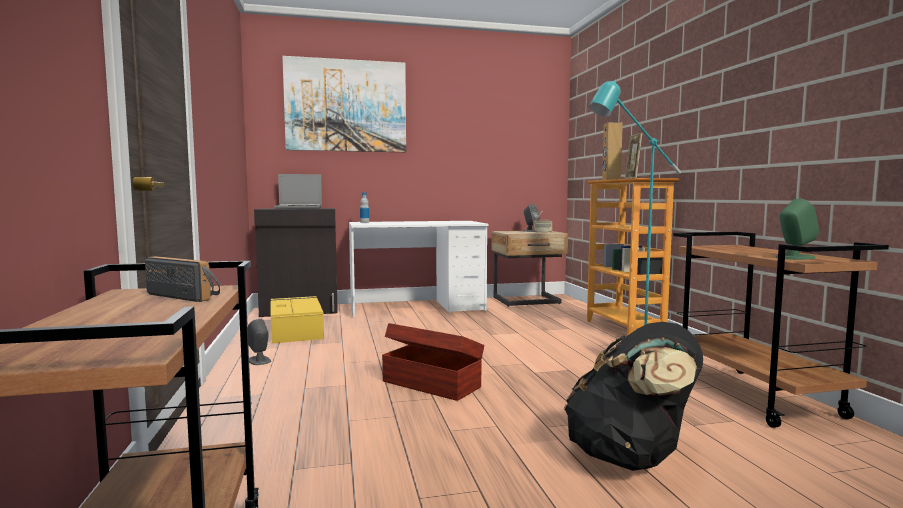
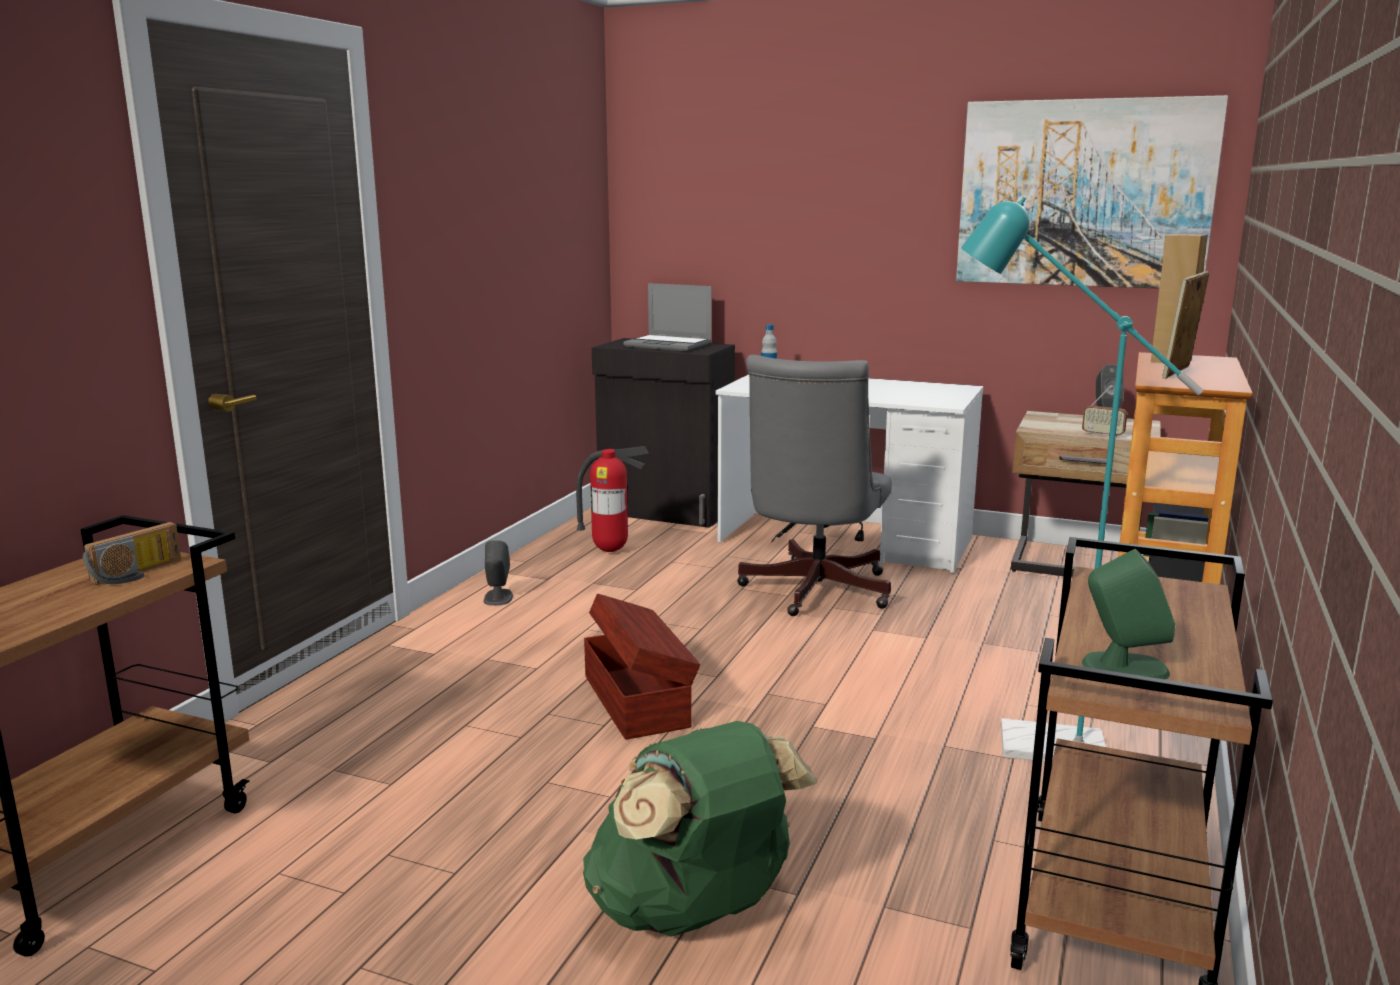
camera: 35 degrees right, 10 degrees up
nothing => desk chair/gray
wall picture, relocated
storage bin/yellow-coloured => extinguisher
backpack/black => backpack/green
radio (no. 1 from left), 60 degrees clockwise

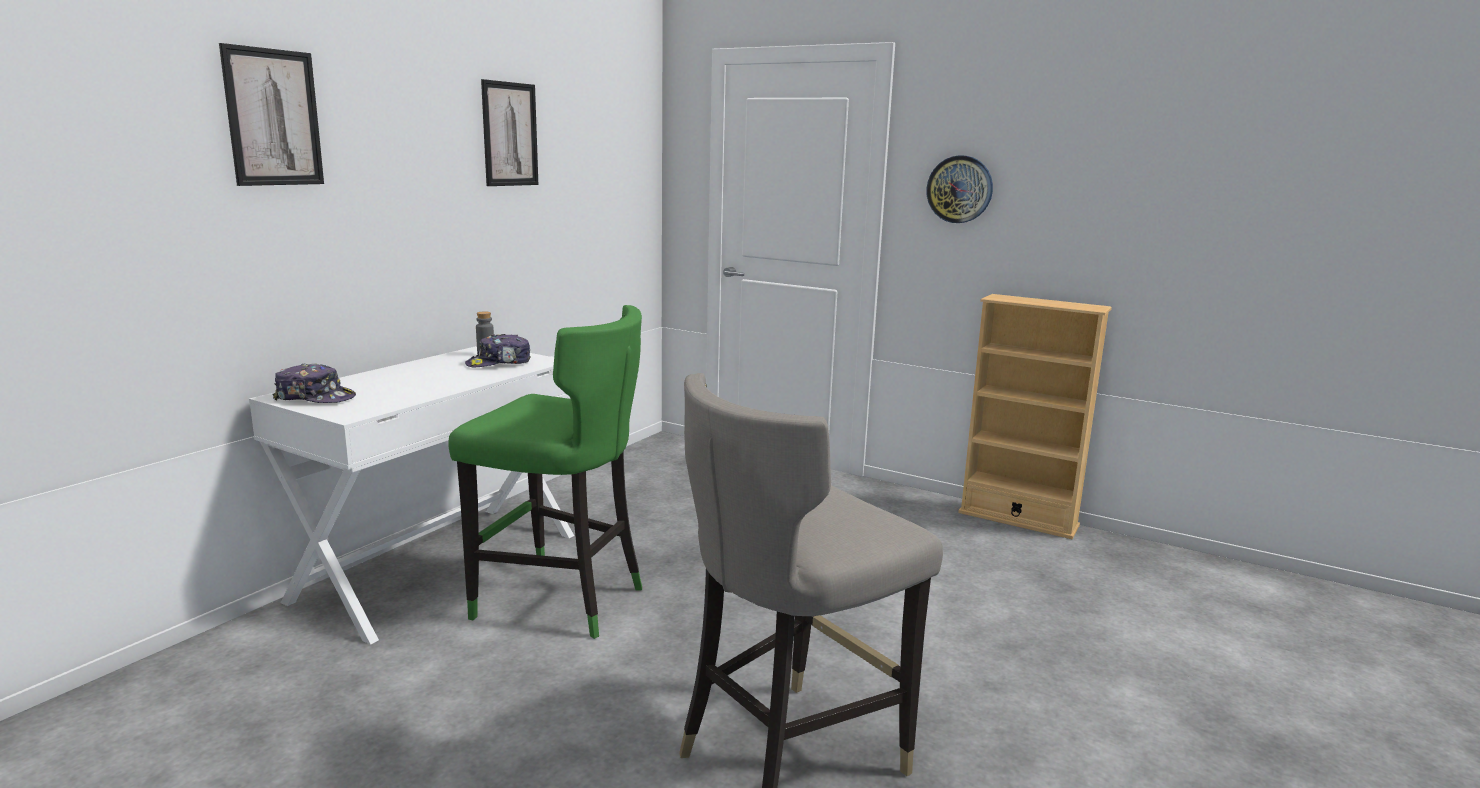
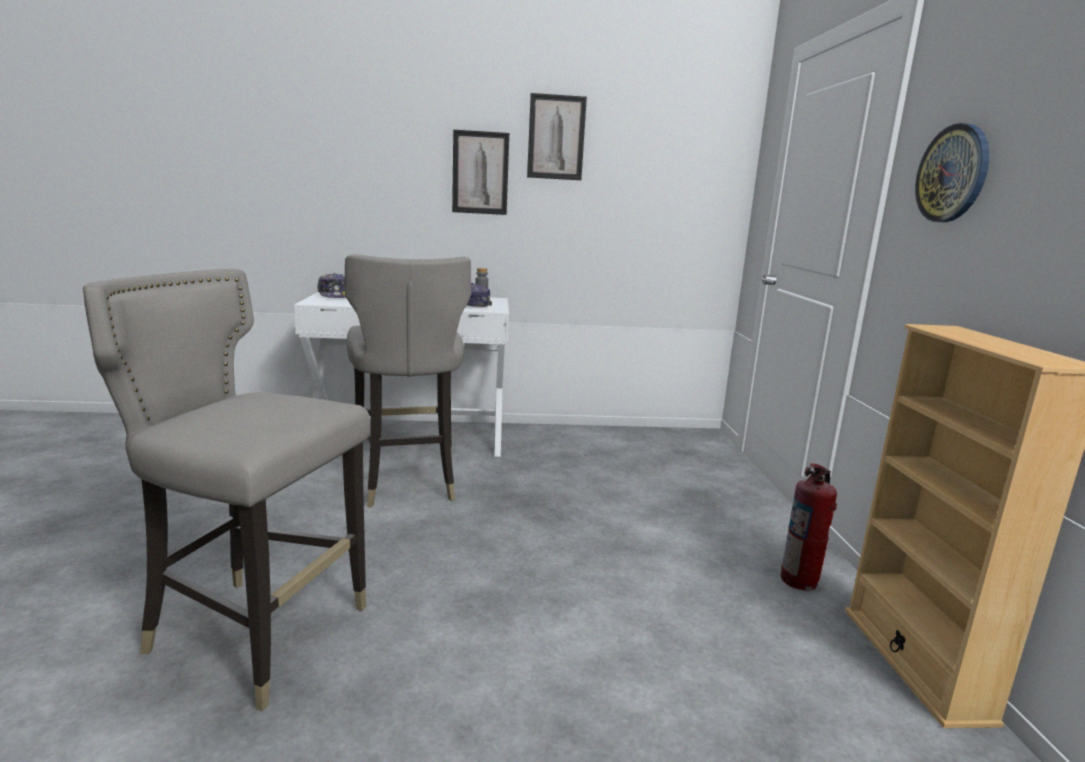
camera: 55 degrees right, 0 degrees up
nothing => extinguisher
wall picture (no. 1 from left), relocated
stool seat/green => stool seat/gray (no. 2 from left)

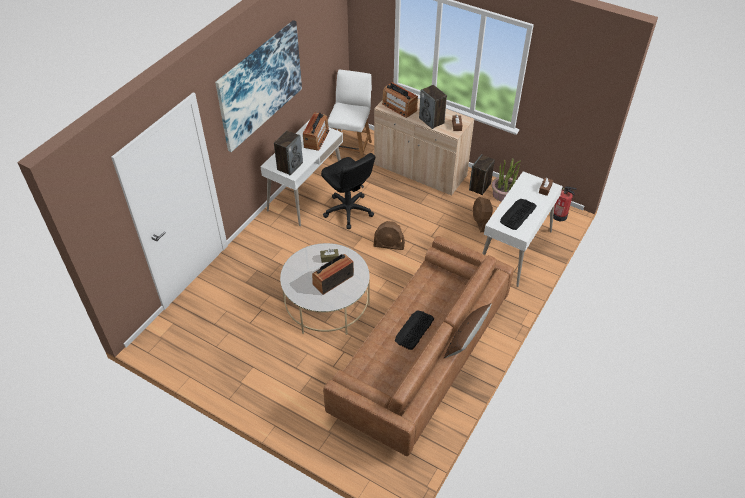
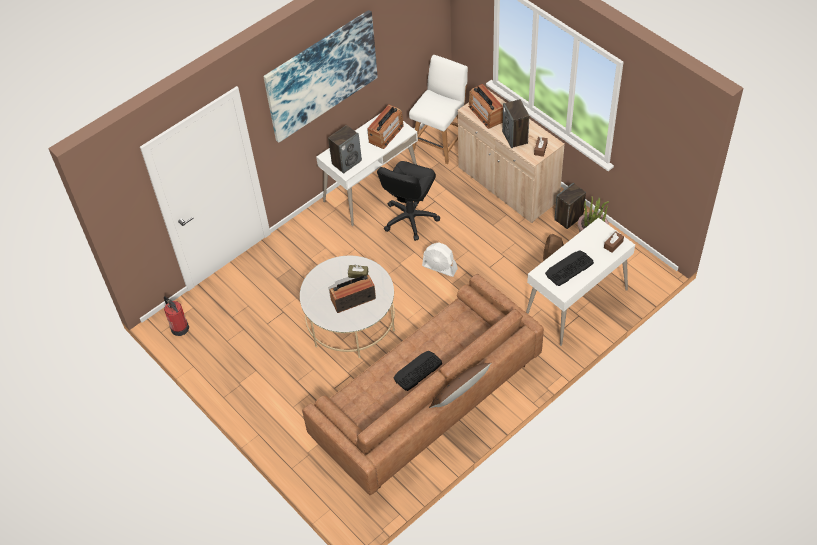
camera: 20 degrees right, 5 degrees up
extinguisher, relocated
electric fan/brown (no. 1 from left) => electric fan/whitish
desk chair/black, 45 degrees clockwise

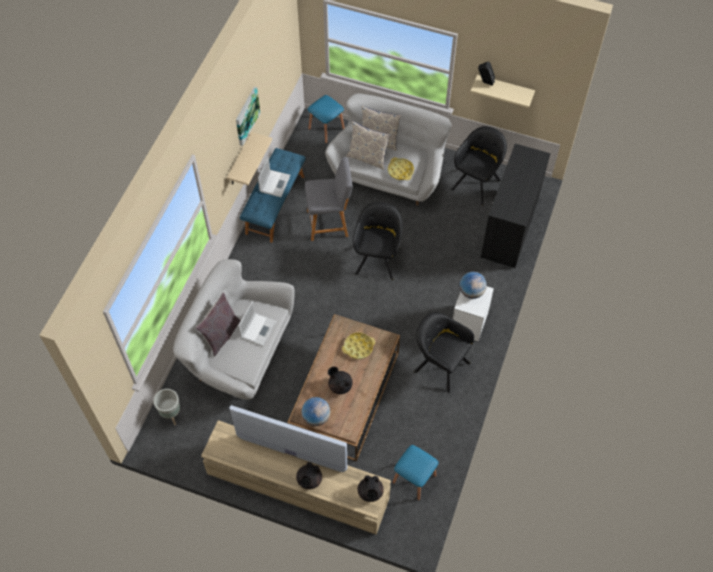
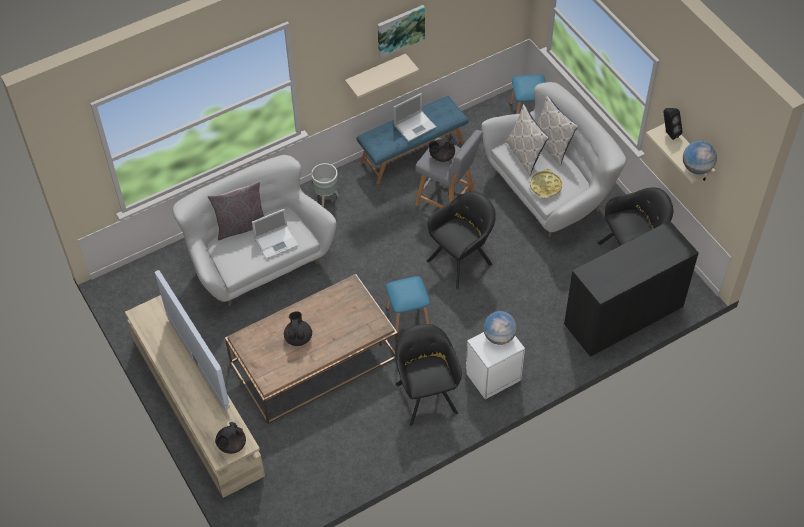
camera: 40 degrees right, 5 degrees down
tray/yellow-coloured (no. 1 from left) => nothing
flower pot/gray, relocated
teapot/black (no. 1 from left in the first image) => teapot/black (no. 3 from left), relocated
world globe (no. 1 from left in the first image) => world globe (no. 2 from left), relocated
stool seat/blue-coloured (no. 2 from left in the first image) => stool seat/blue-coloured (no. 1 from left), relocated

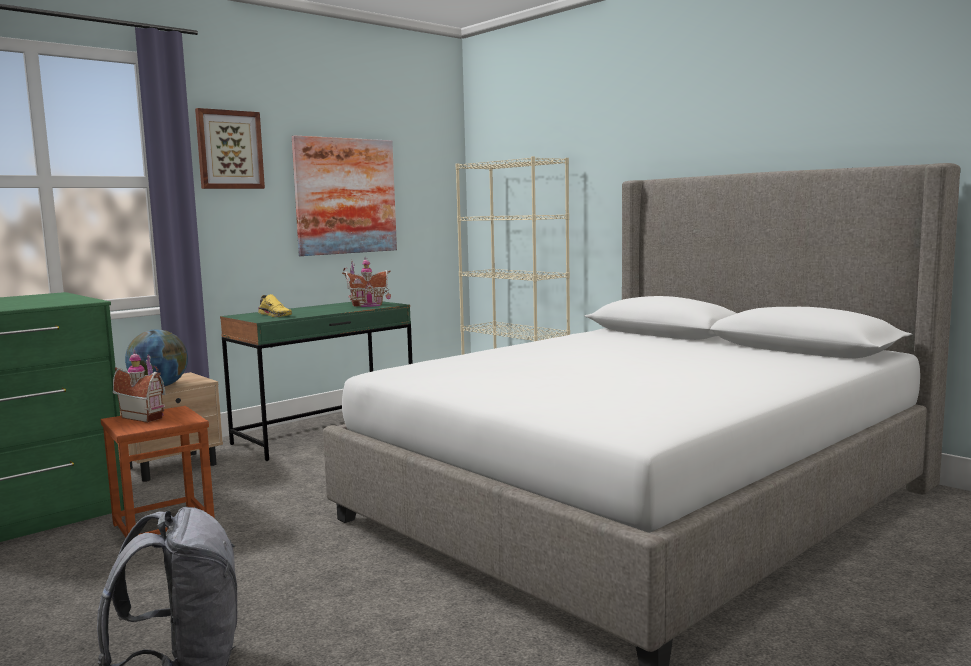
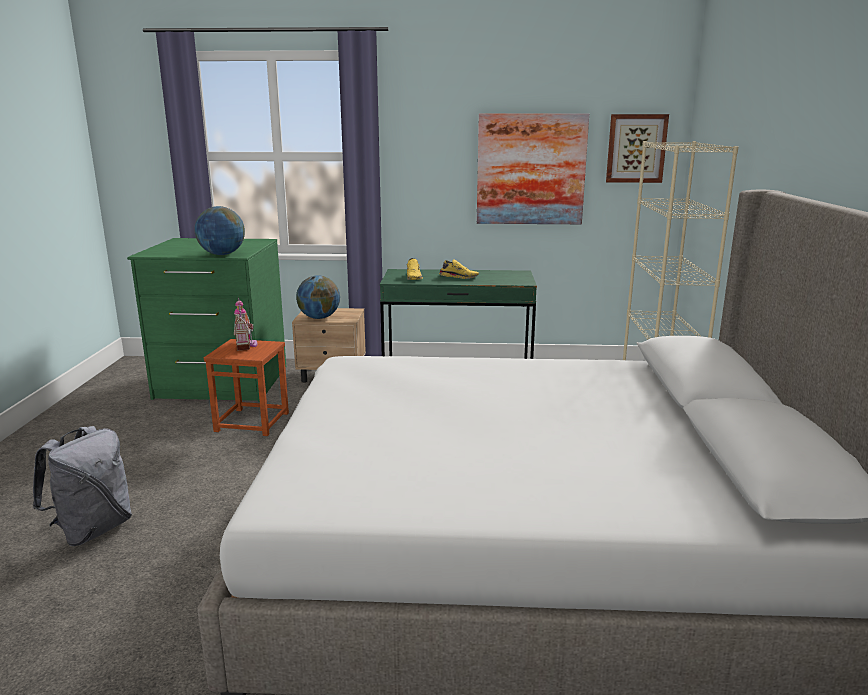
camera: 45 degrees right, 10 degrees up
toy house (no. 2 from left) => nothing
nothing => world globe (no. 1 from left)
nothing => item of footwear/yellow-coloured (no. 2 from left)
wall picture (no. 1 from left in the first image) => wall picture (no. 2 from left), relocated

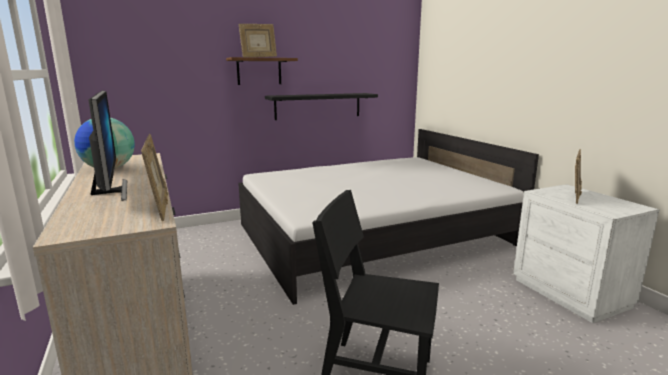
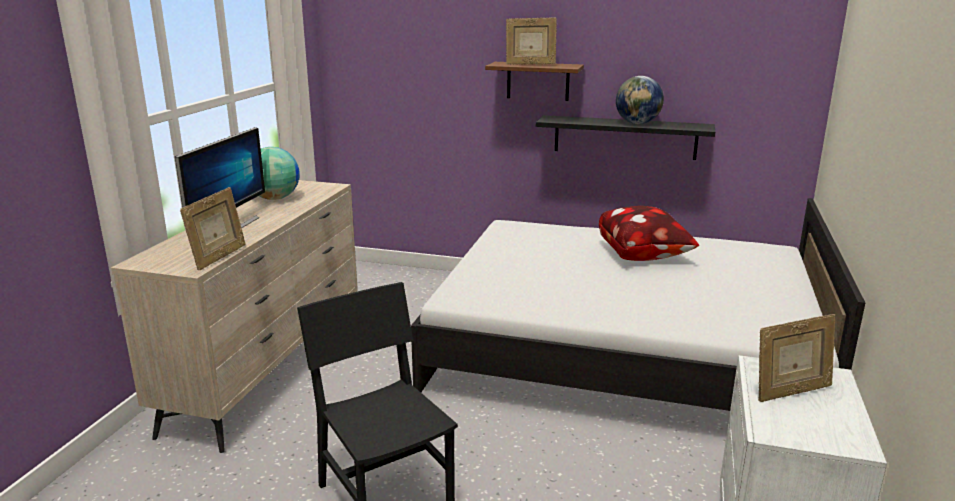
camera: 40 degrees right, 5 degrees up
nothing => cushion
nothing => world globe (no. 2 from left)

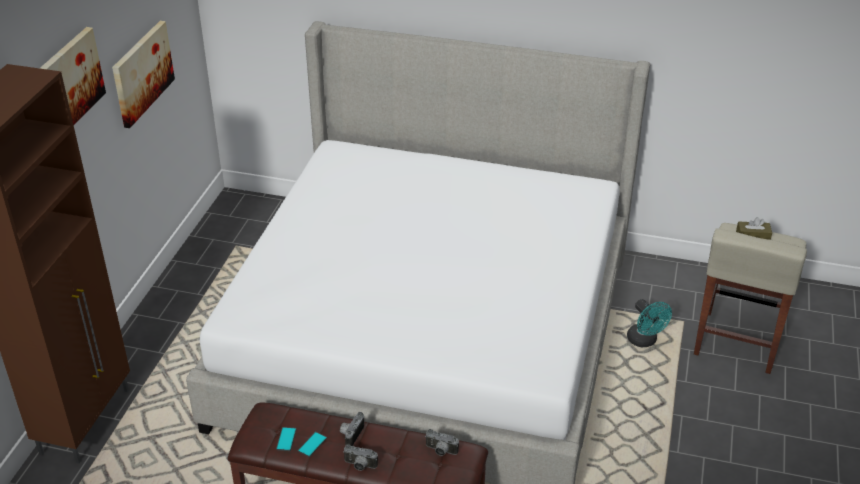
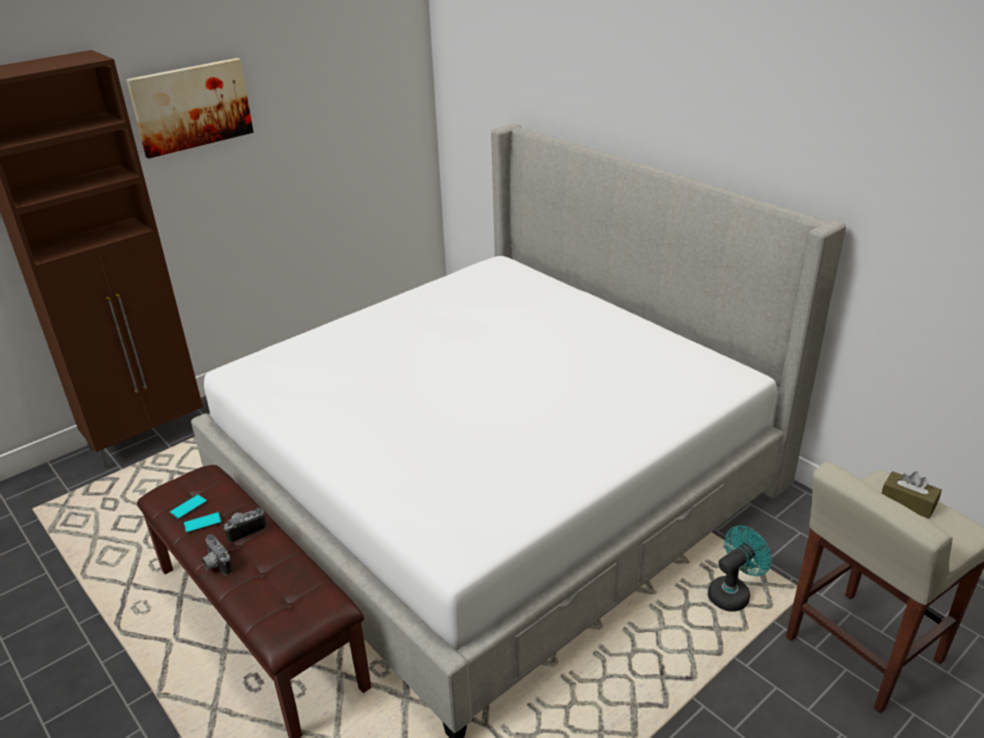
camera: 35 degrees right, 5 degrees down
wall picture (no. 2 from left) => nothing
still camera (no. 3 from left) => nothing
electric fan/turquoise, 135 degrees counterclockwise

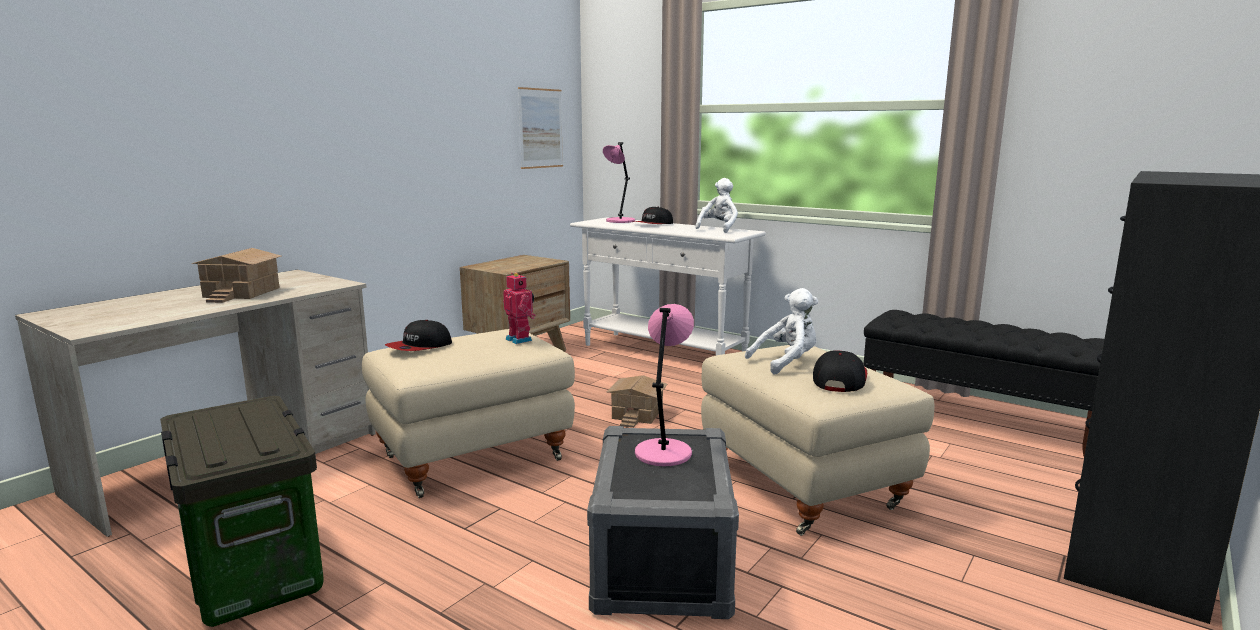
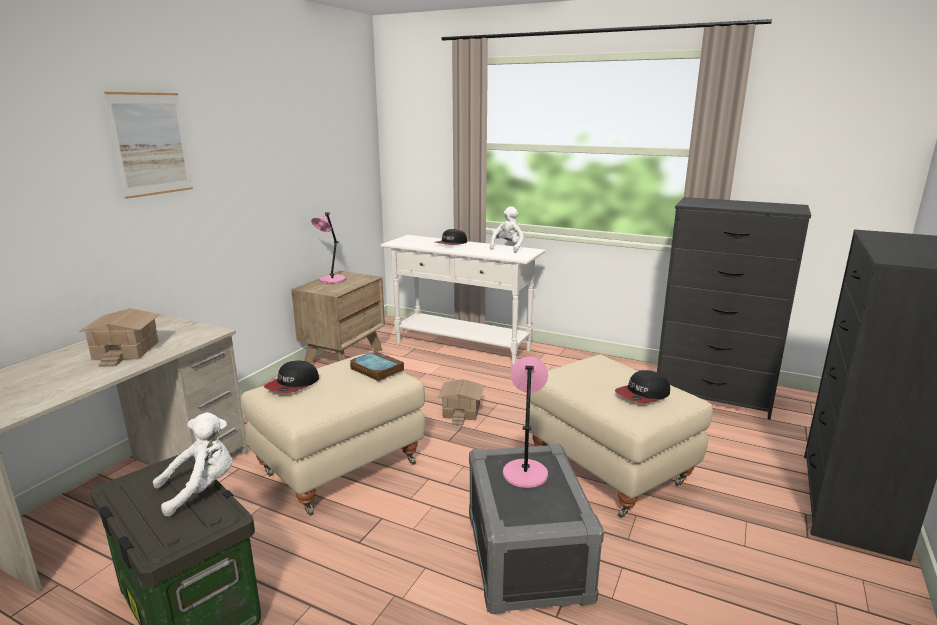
camera: 10 degrees left, 5 degrees up
wall picture, relocated
tabletop lamp/pink (no. 1 from left), relocated
soft toy/whitish (no. 2 from left in the first image) => soft toy/whitish (no. 1 from left), relocated
robot figure => bound book
indoor bench/black => dresser/black (no. 1 from left)
cap (no. 3 from left), 135 degrees counterclockwise

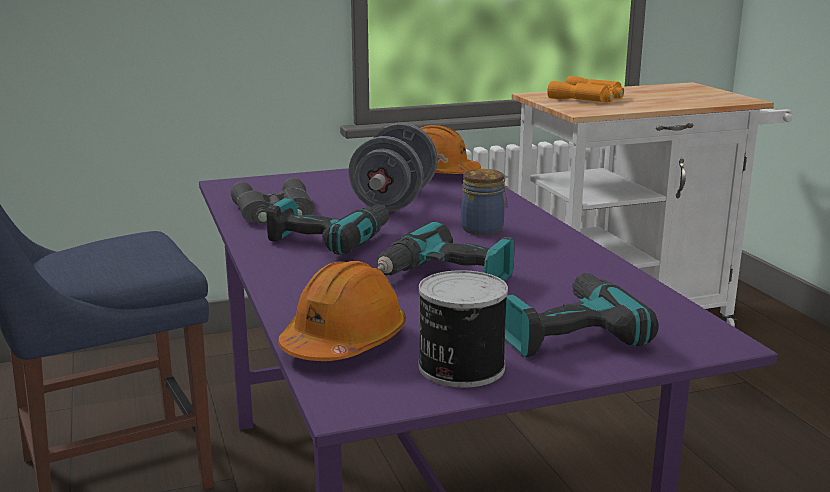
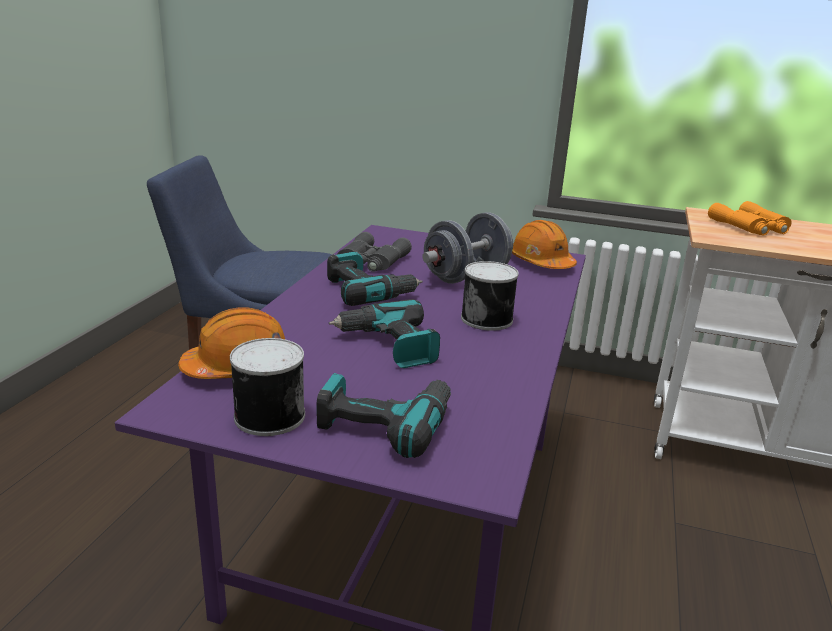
camera: 35 degrees right, 5 degrees up
preserve jar => can (no. 2 from left)

